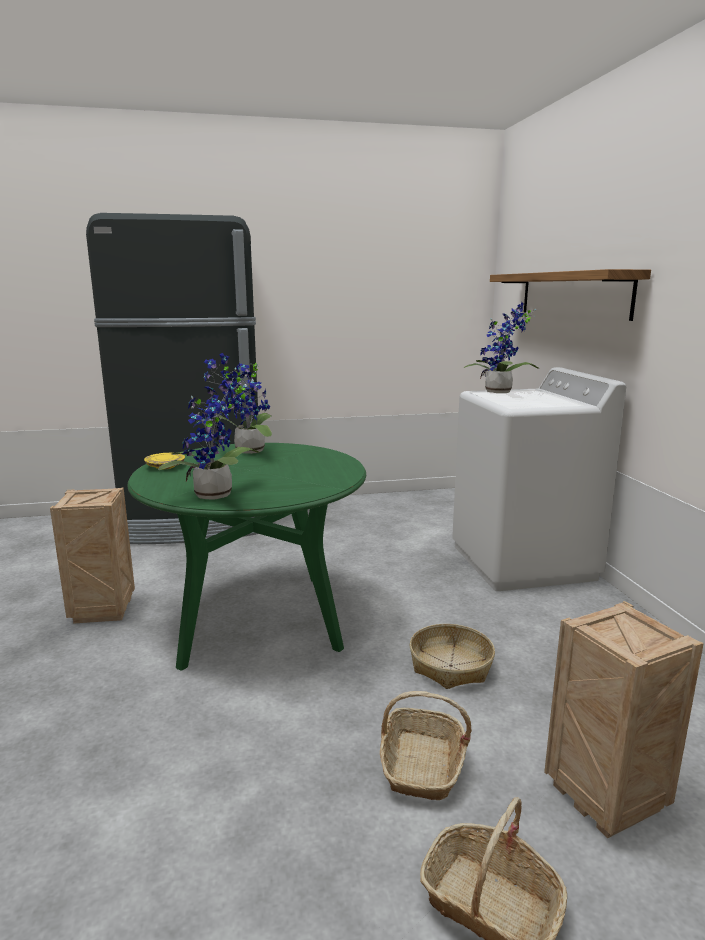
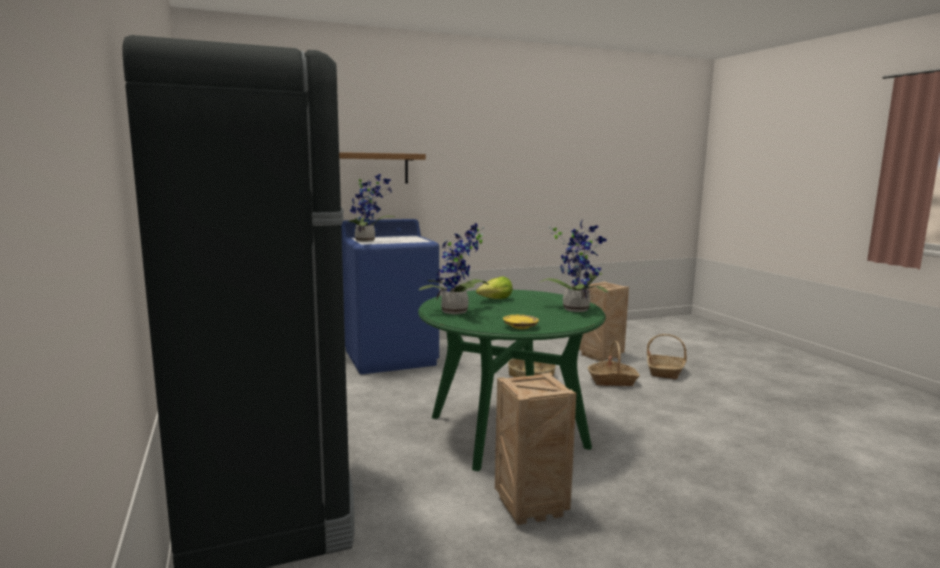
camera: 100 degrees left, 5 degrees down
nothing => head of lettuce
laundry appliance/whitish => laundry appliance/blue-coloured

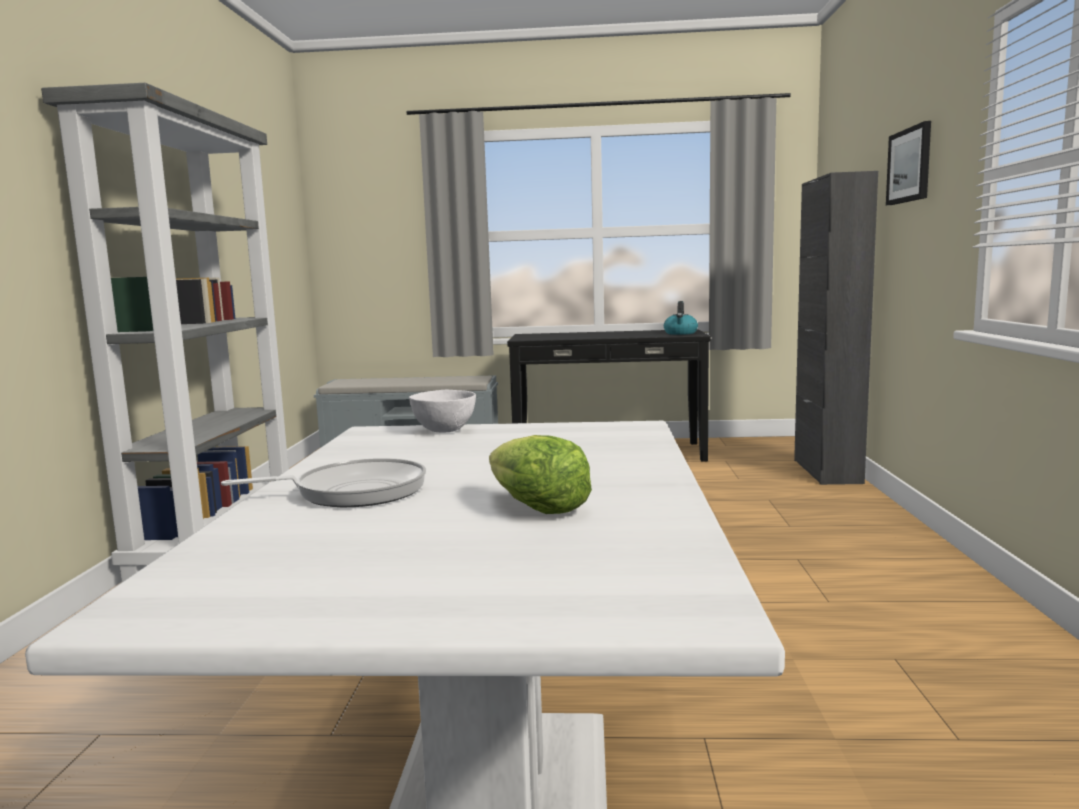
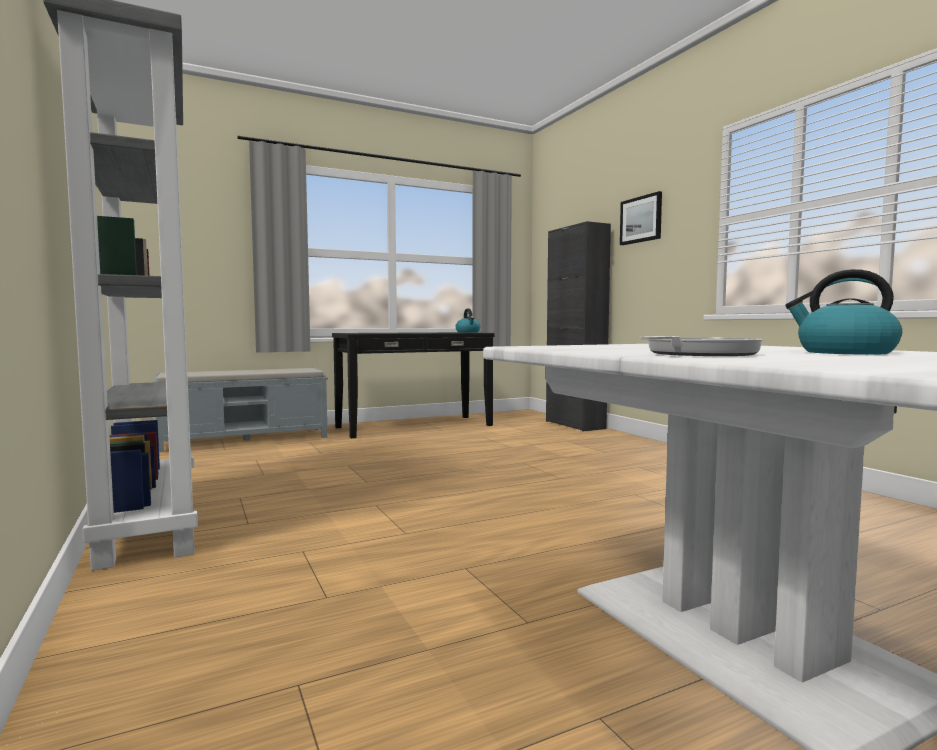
camera: 30 degrees left, 5 degrees down
bowl/whitish => nothing
head of lettuce => tea kettle (no. 2 from left)

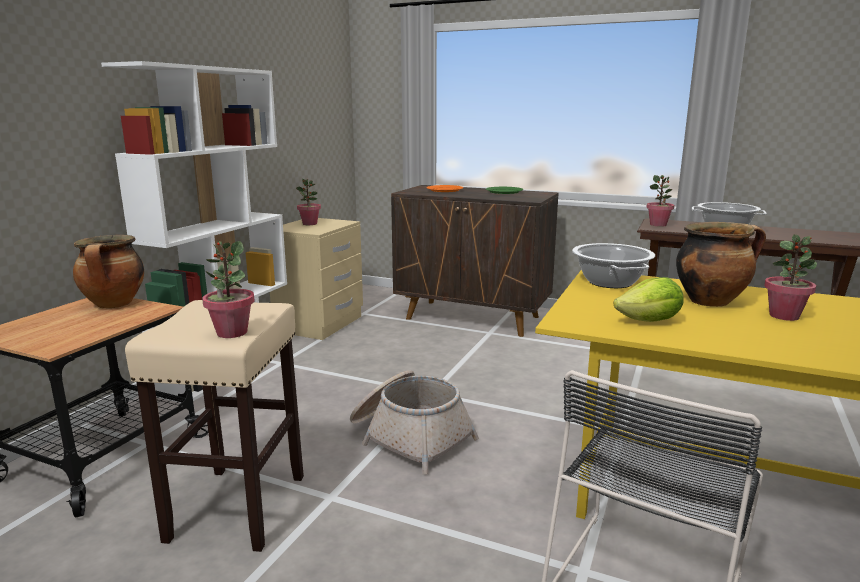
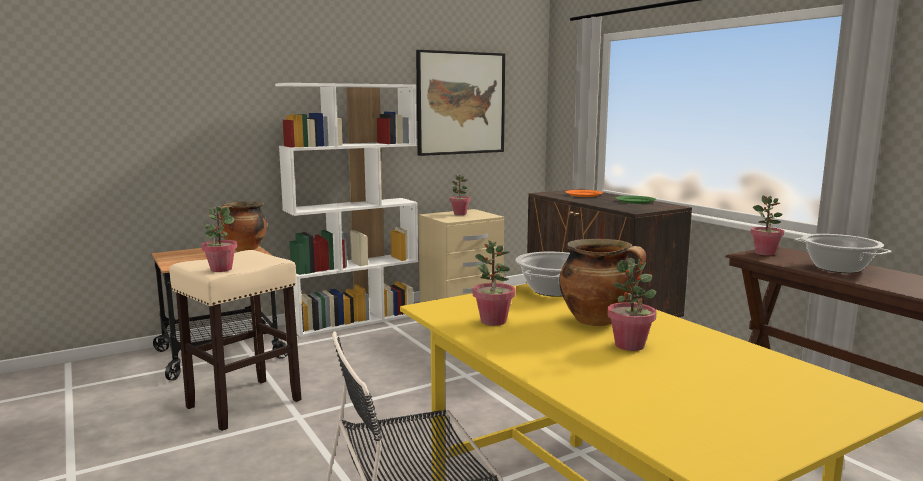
camera: 35 degrees right, 5 degrees down
storage basket => nothing
nothing => wall picture
head of lettuce => houseplant (no. 3 from left)

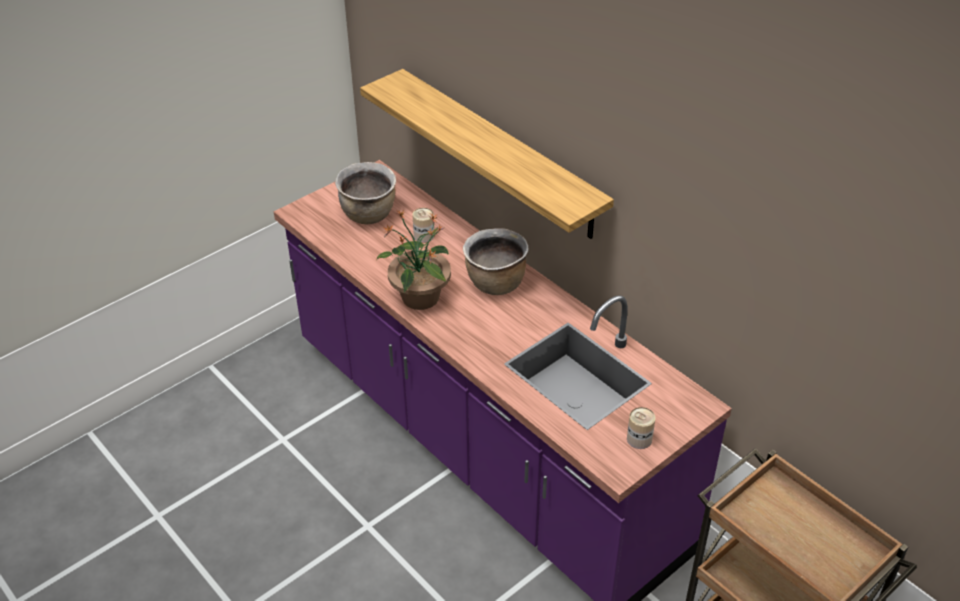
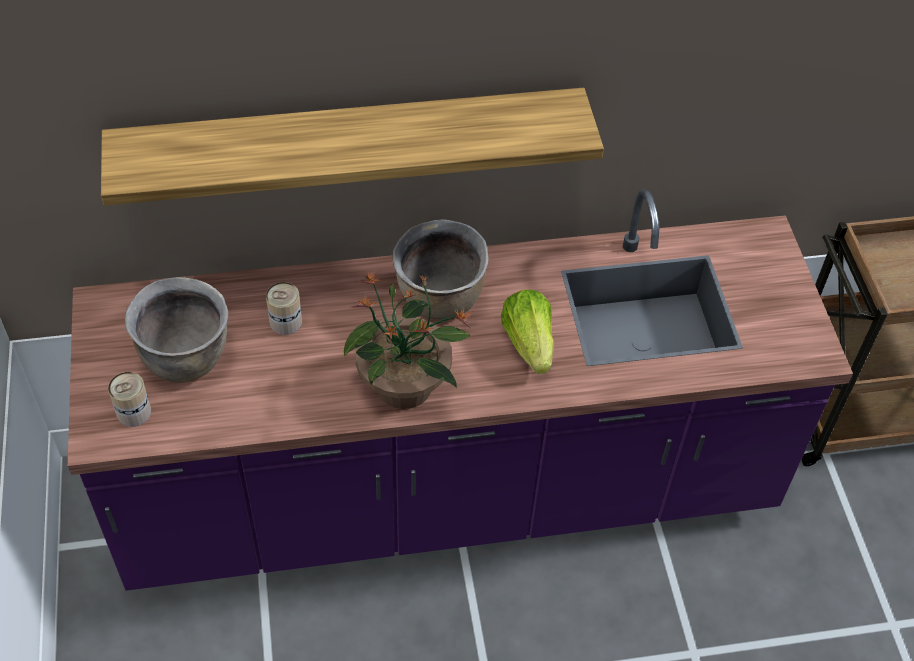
camera: 60 degrees left, 10 degrees up
nothing => head of lettuce
can (no. 2 from left in the first image) => can (no. 1 from left), relocated

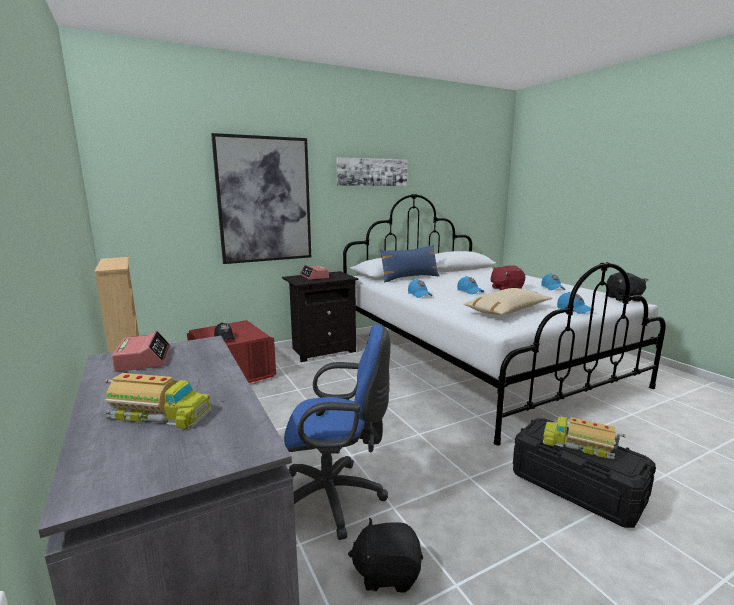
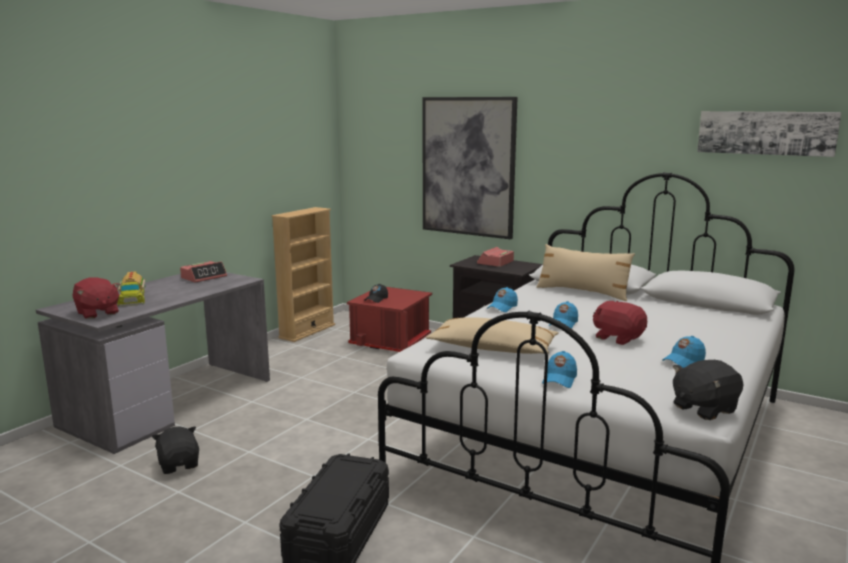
camera: 60 degrees right, 0 degrees up
desk chair/blue-coloured => nothing
toy truck (no. 2 from left) => nothing
nothing => soft toy/red (no. 1 from left)
wall picture (no. 2 from left), relocated
cushion/blue-coloured => cushion/beige (no. 2 from left)

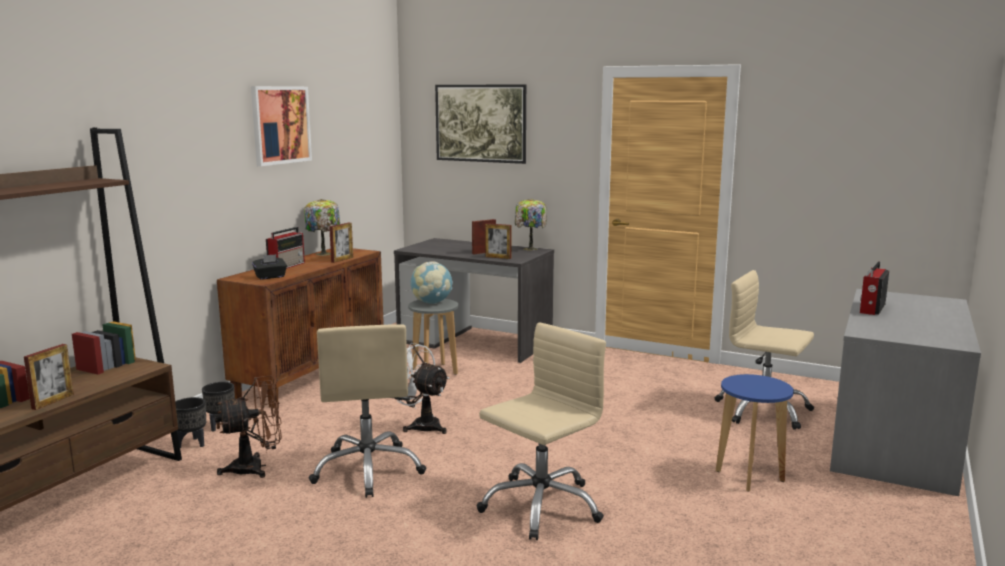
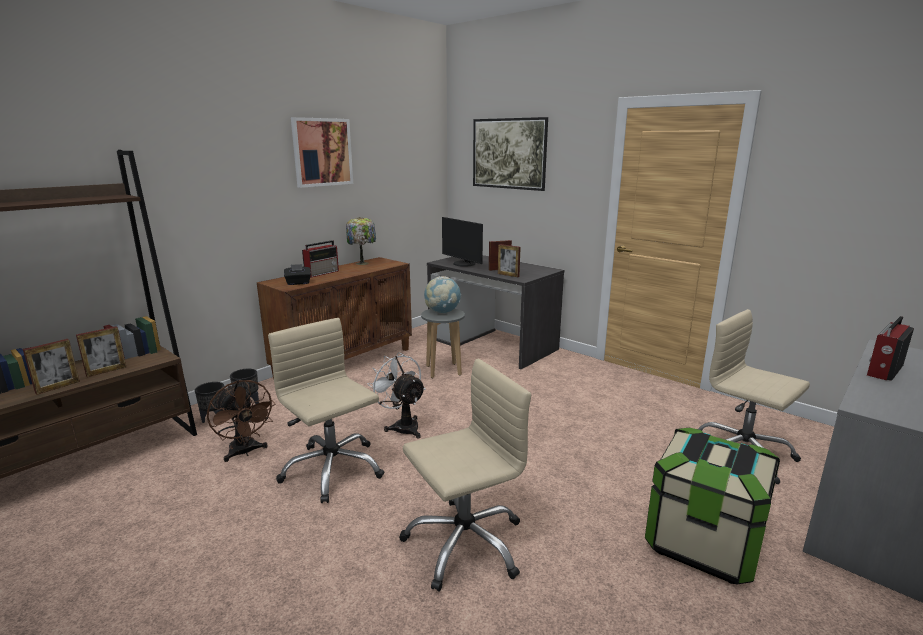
camera: 15 degrees right, 5 degrees up
tabletop lamp (no. 2 from left) => nothing
nothing => computer display
picture frame (no. 2 from left), relocated
stool seat/blue-coloured => storage bin
electric fan/brown, 60 degrees clockwise
desk chair/beige (no. 1 from left), 135 degrees clockwise

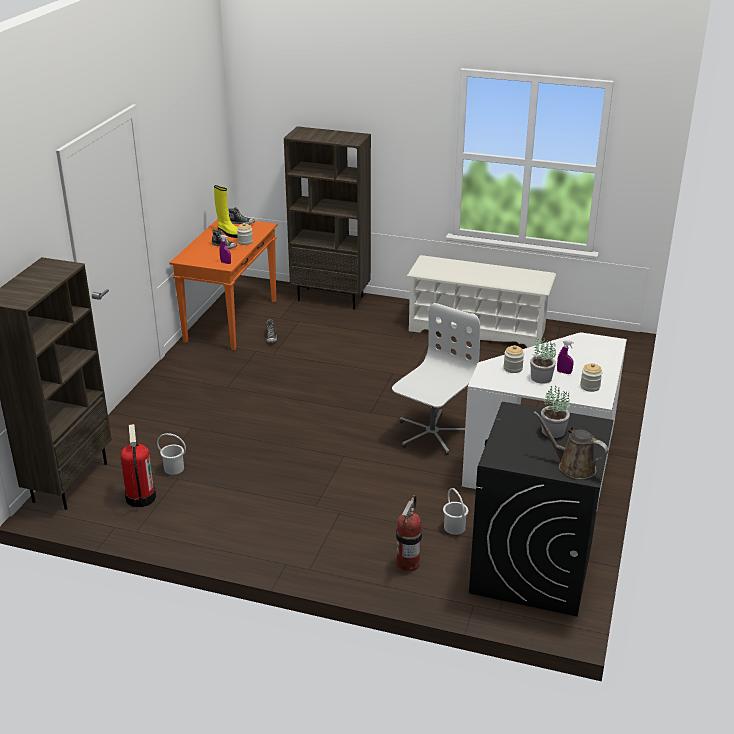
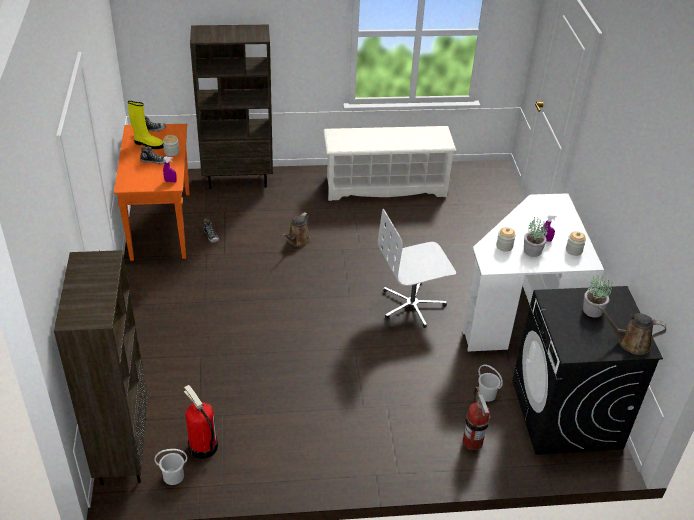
camera: 25 degrees left, 10 degrees up
nothing => watering pot/brown (no. 1 from left)
pail/whitish (no. 1 from left), relocated
desk chair/whitish, 120 degrees counterclockwise

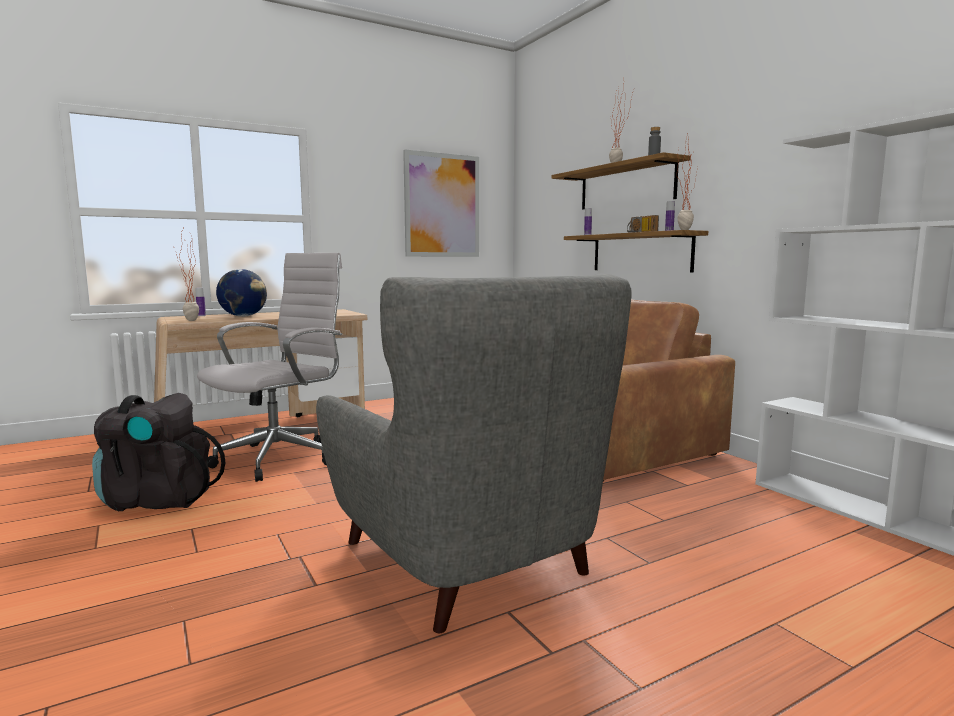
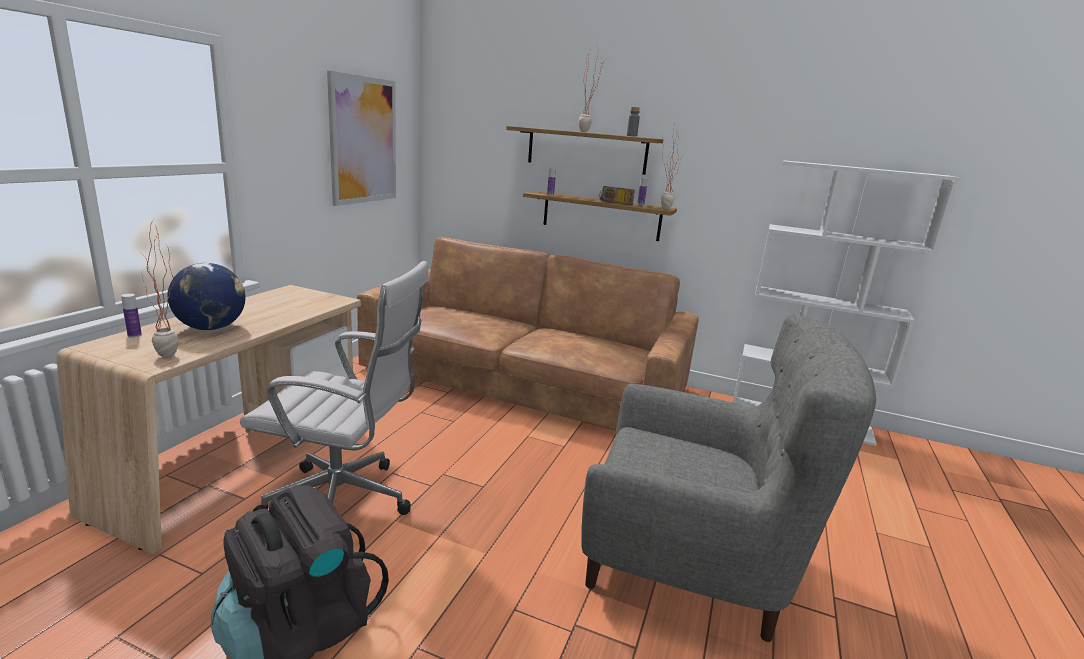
camera: 40 degrees left, 10 degrees up
desk chair/whitish, 105 degrees clockwise

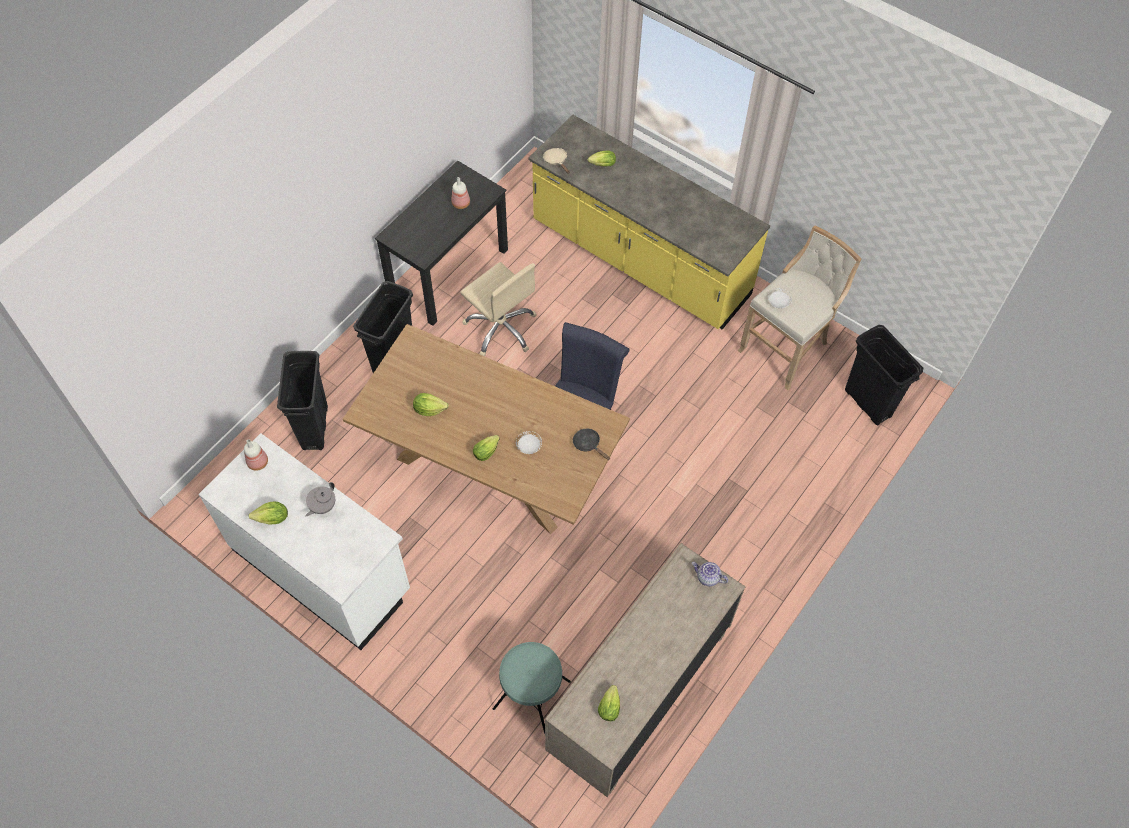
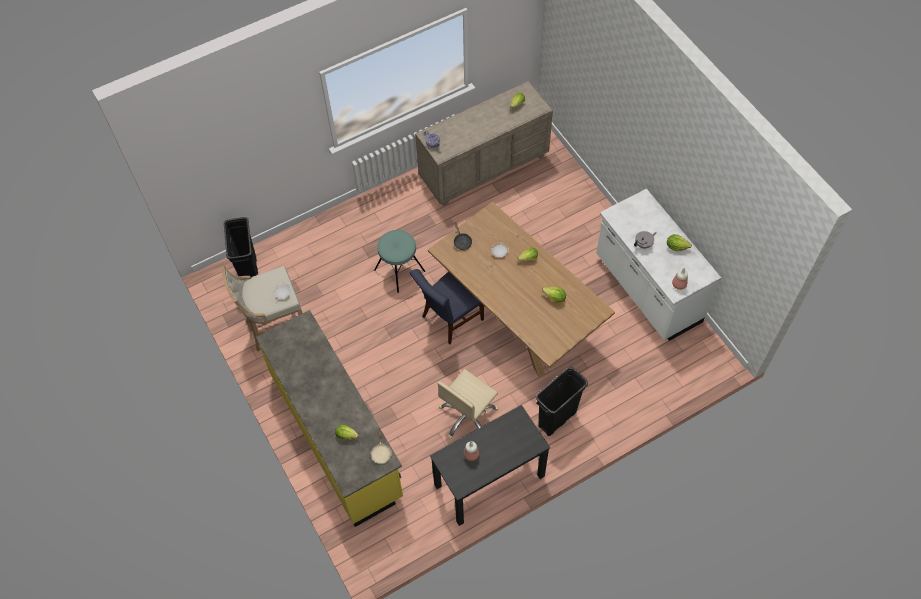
camera: 155 degrees left, 0 degrees up
waste bin/black (no. 1 from left) => nothing
stool seat/turquoise, relocated
desk chair/beige, 120 degrees counterclockwise

